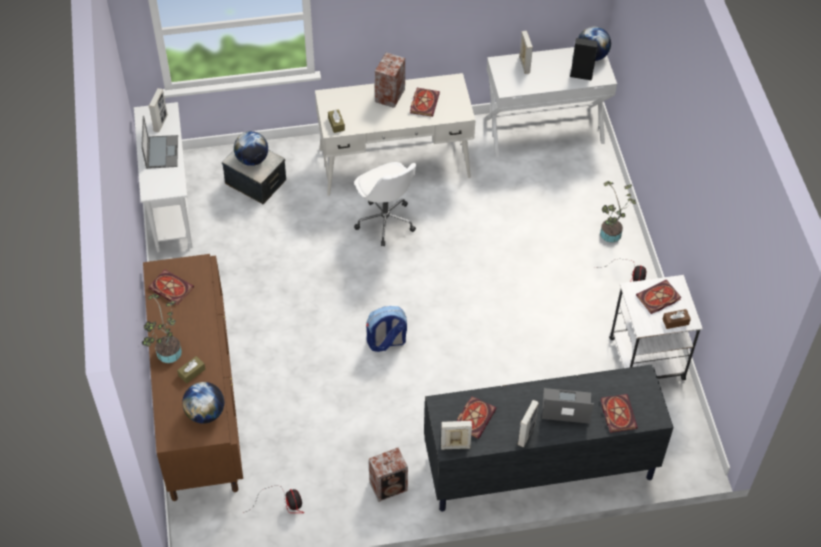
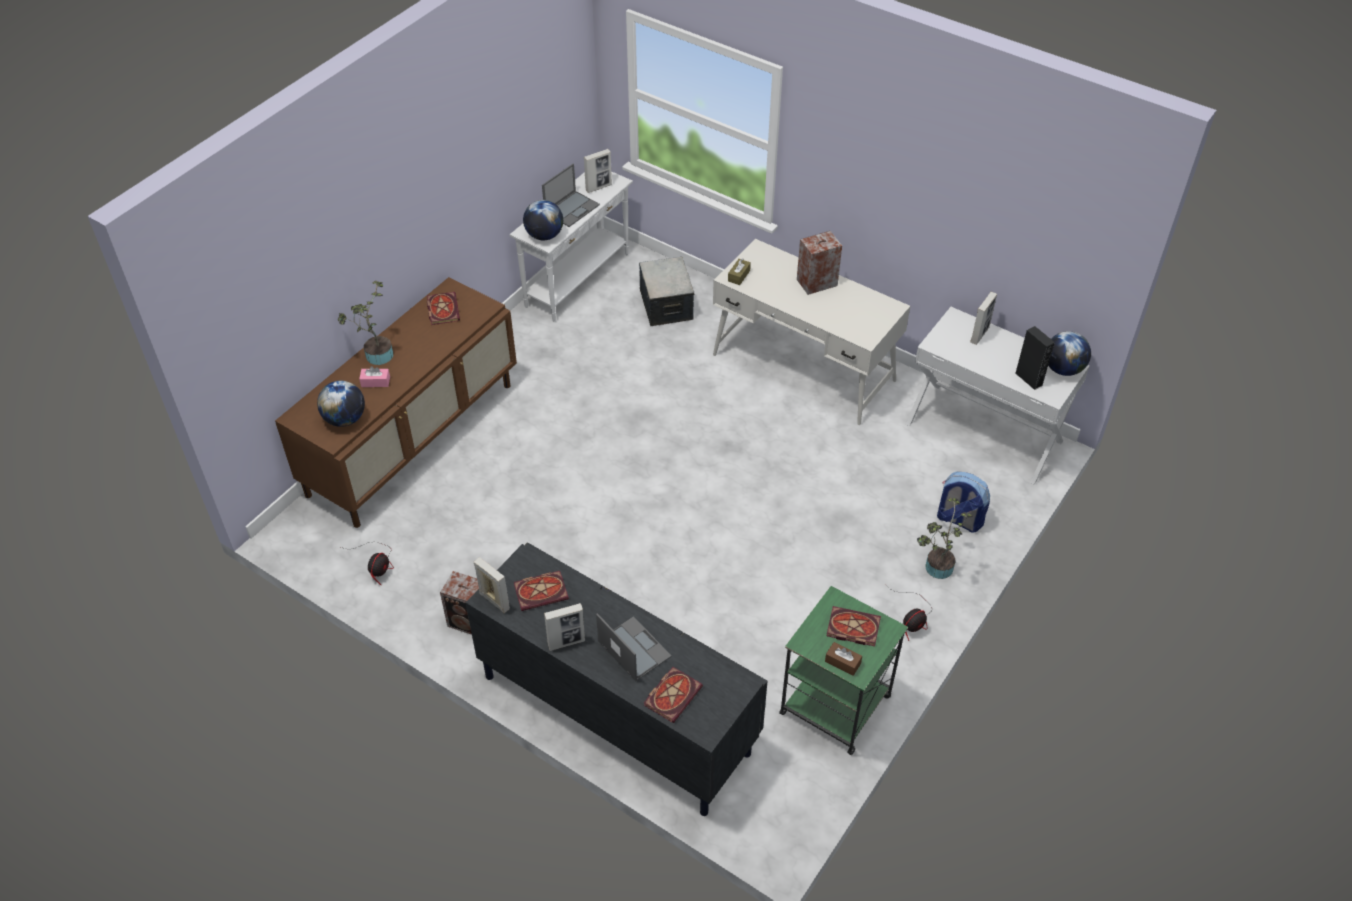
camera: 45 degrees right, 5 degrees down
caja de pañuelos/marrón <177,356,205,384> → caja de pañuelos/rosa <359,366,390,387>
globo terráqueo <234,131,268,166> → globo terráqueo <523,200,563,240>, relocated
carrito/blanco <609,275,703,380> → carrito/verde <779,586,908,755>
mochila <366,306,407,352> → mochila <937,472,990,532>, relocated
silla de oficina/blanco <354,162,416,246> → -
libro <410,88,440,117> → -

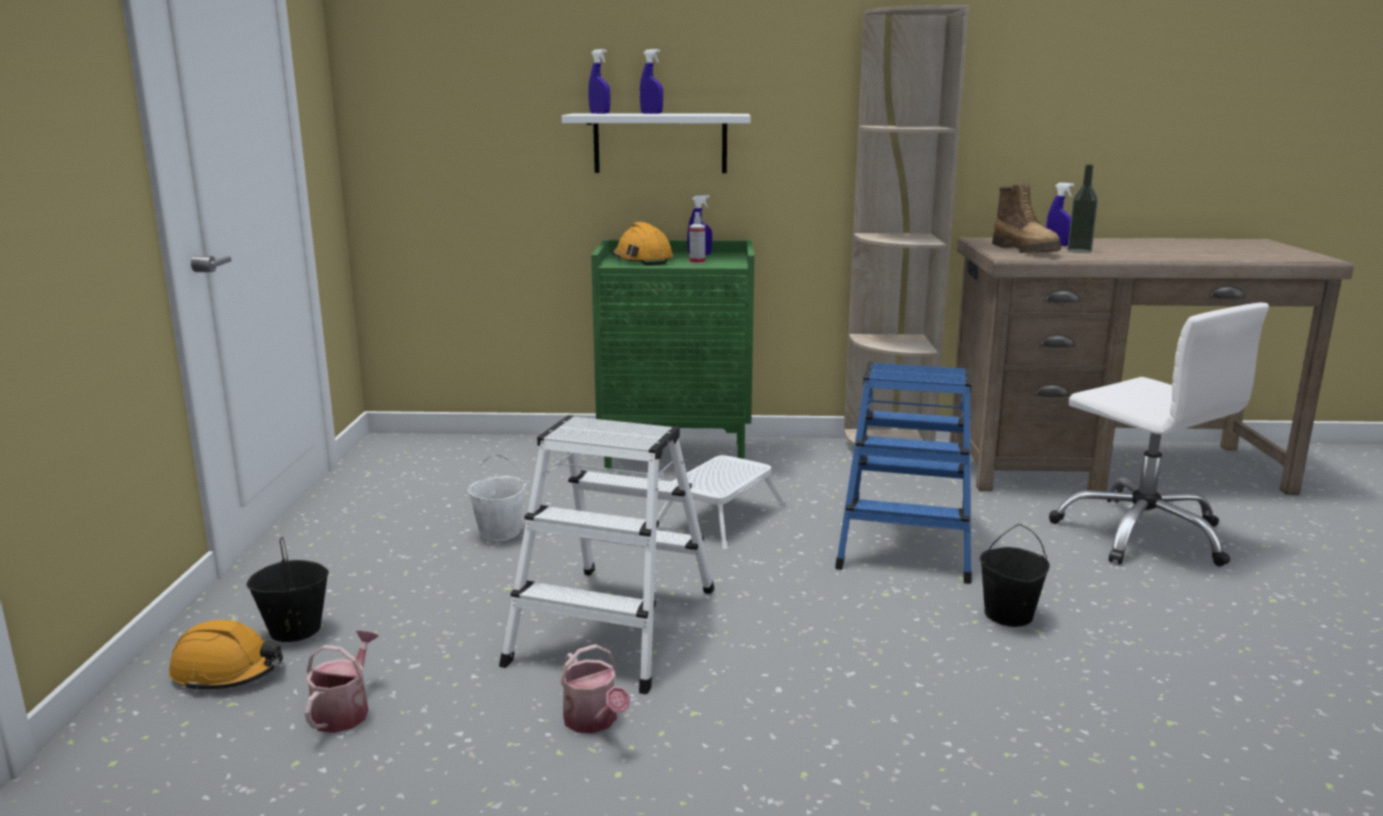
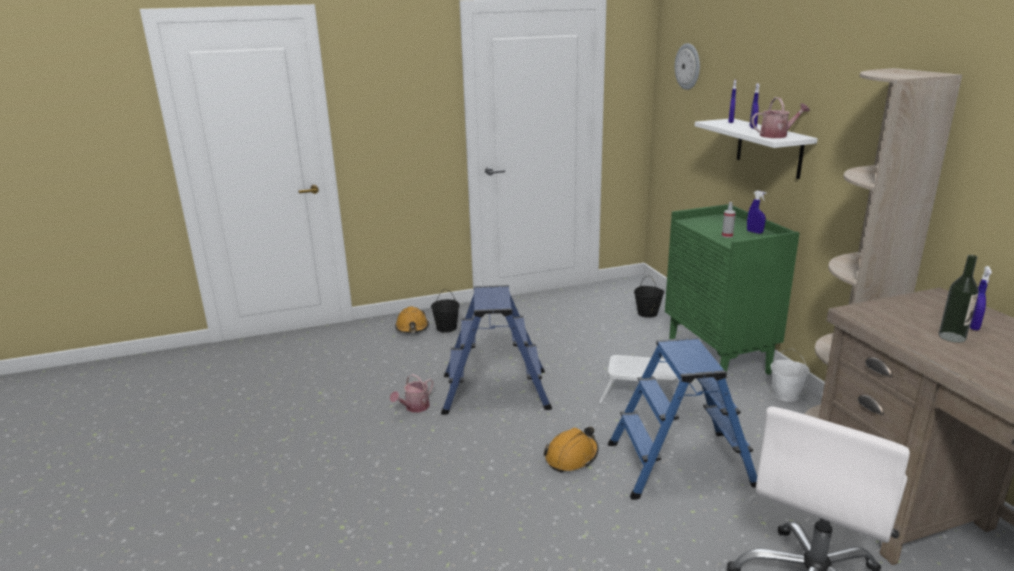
camera: 70 degrees right, 5 degrees up
escalera de tijera/blanco <499,415,714,694> → escalera de tijera/azul <441,285,552,415>
casco/naranja <613,222,673,266> → casco/naranja <544,427,598,472>, relocated
cubo/negro <980,524,1050,627> → cubo/negro <634,275,664,318>, relocated
- → reloj de pared <675,43,700,90>
regadera <304,630,378,733> → regadera <751,97,810,138>, relocated
cubo/blanco <468,454,526,541> → cubo/blanco <771,349,810,402>, relocated
bota <992,184,1061,253> → -

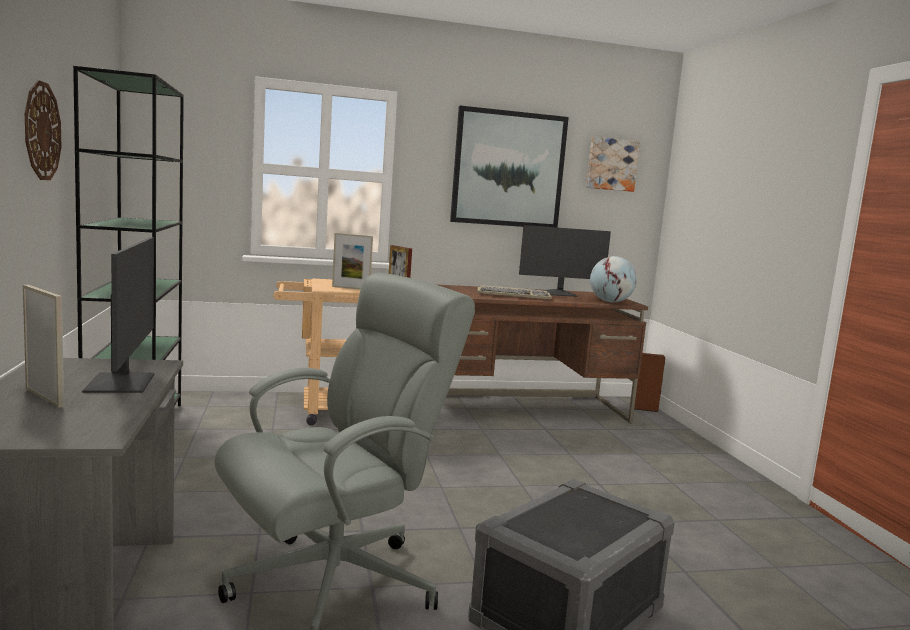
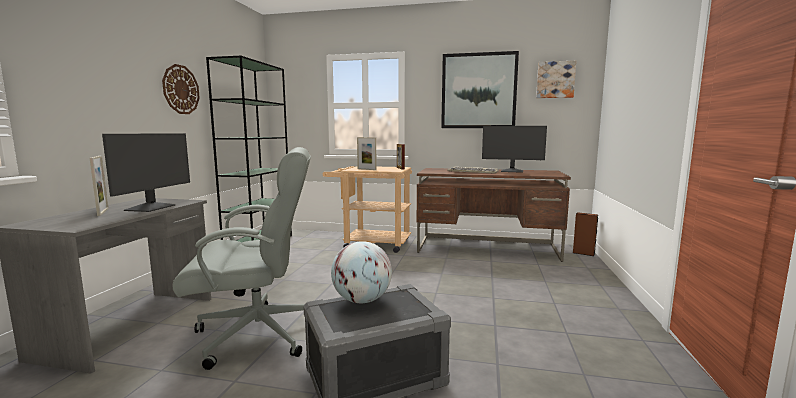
camera: 25 degrees right, 0 degrees up
globo terráqueo <590,256,637,303> → globo terráqueo <331,241,392,303>, relocated

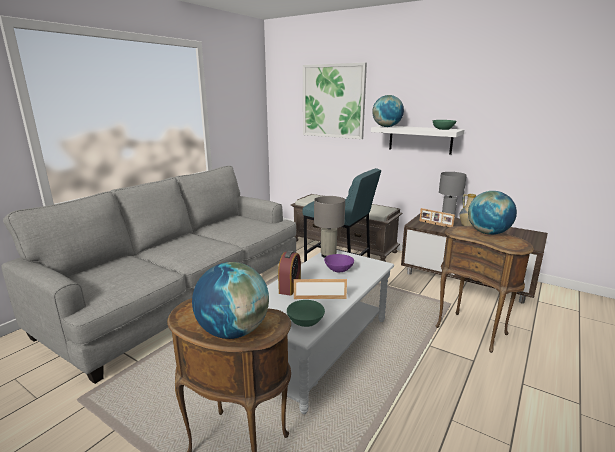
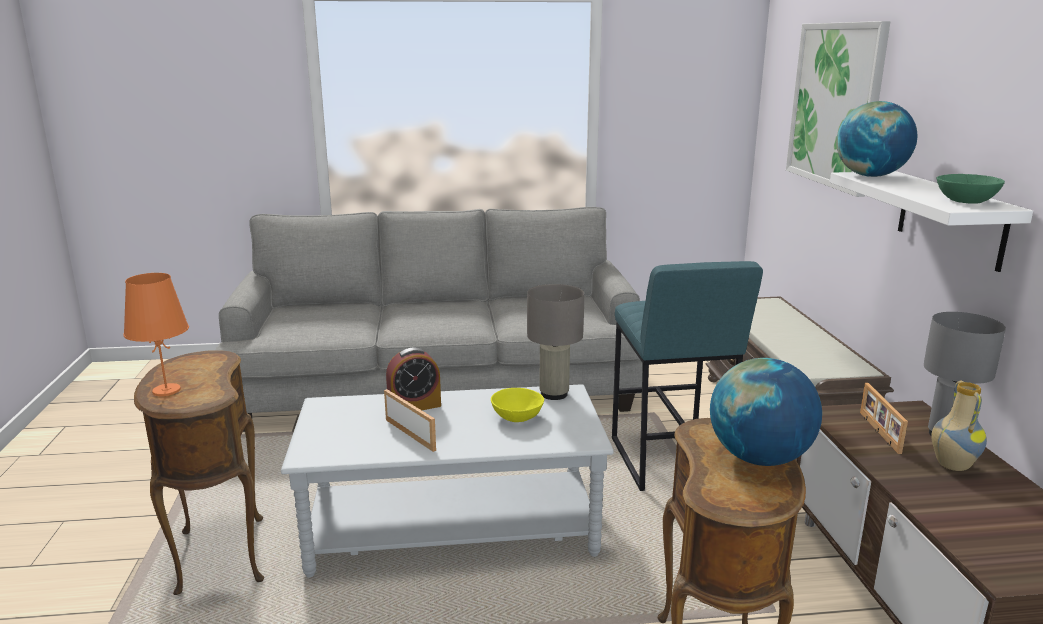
camera: 50 degrees right, 0 degrees up
globo terráqueo <192,262,269,339> → lámpara de mesa/naranja <123,273,189,396>
cuenco/morado <324,254,354,272> → cuenco/amarillo <491,388,544,422>
cuenco/verde <287,300,325,327> → -

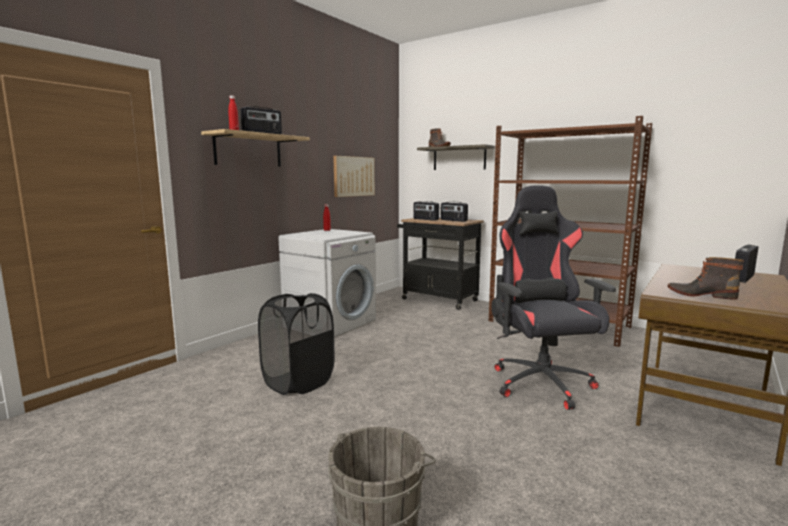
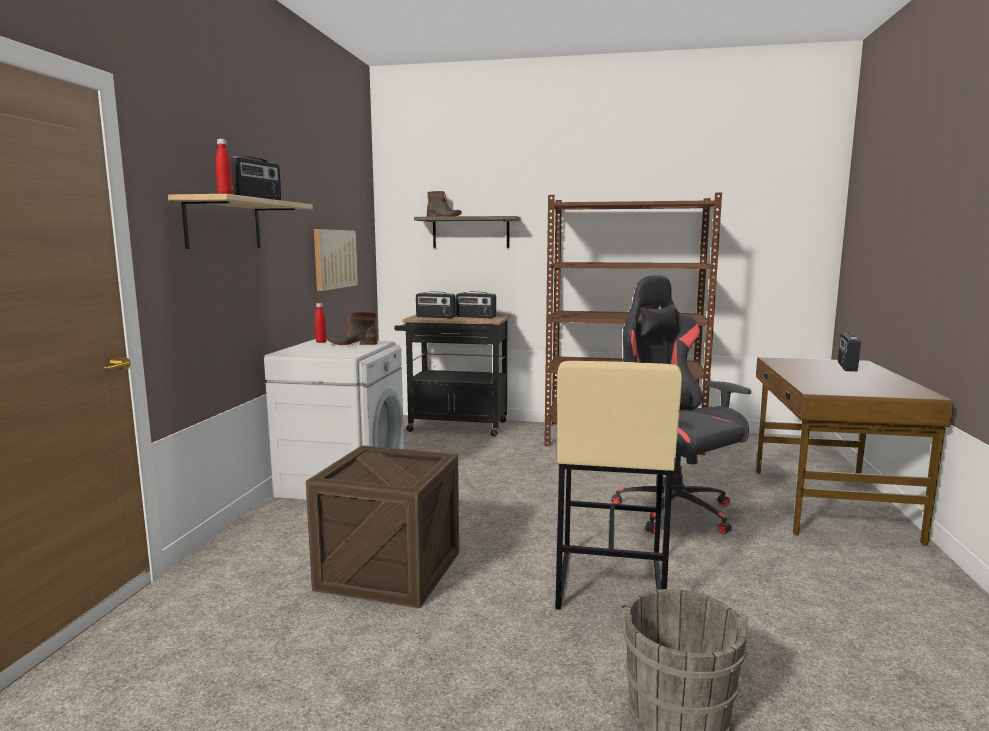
camera: 25 degrees left, 0 degrees up
cesto de la ropa/negro <258,293,335,395> → caja de embalaje <306,445,459,608>
bota <668,257,744,300> → bota <327,312,377,345>, relocated
- → taburete/beis <555,361,682,610>

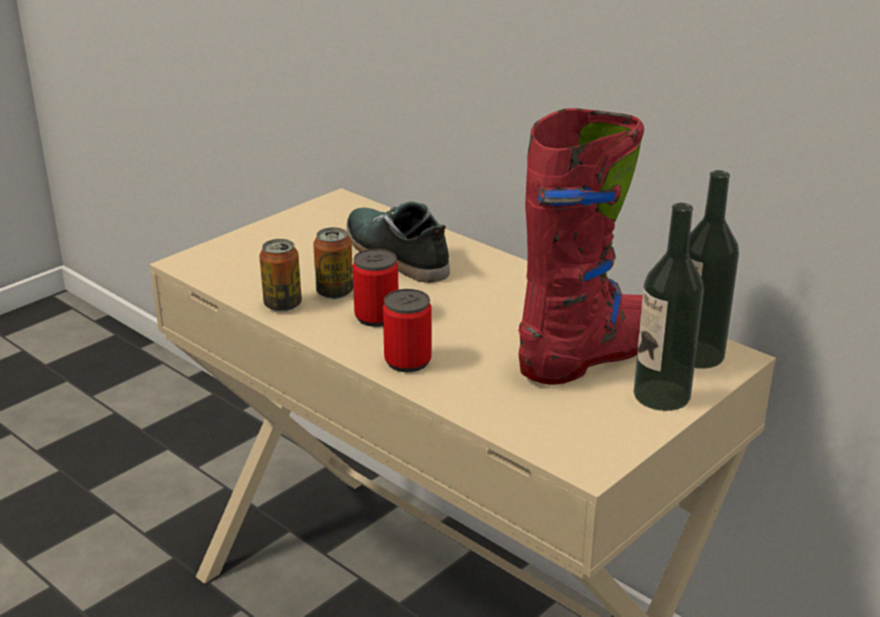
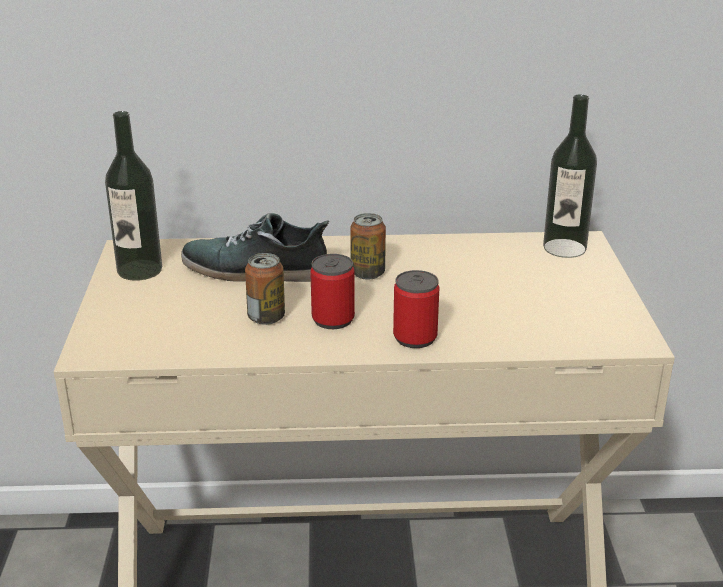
camera: 45 degrees left, 0 degrees up
botella <634,203,704,411> → botella <105,111,162,281>, relocated
lata <259,239,302,312> → lata <350,213,386,280>, relocated
bota/rojo <518,108,644,384> → -

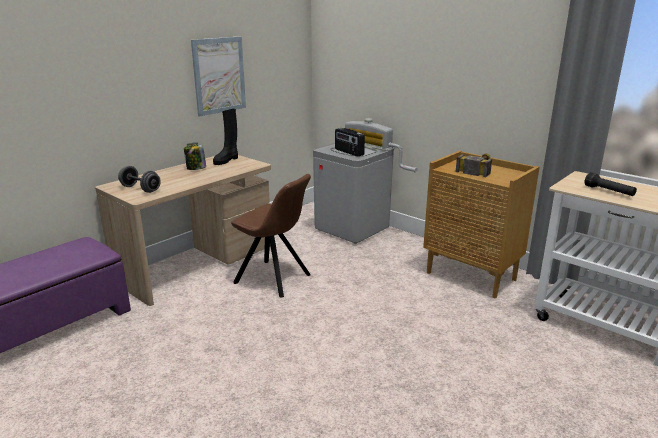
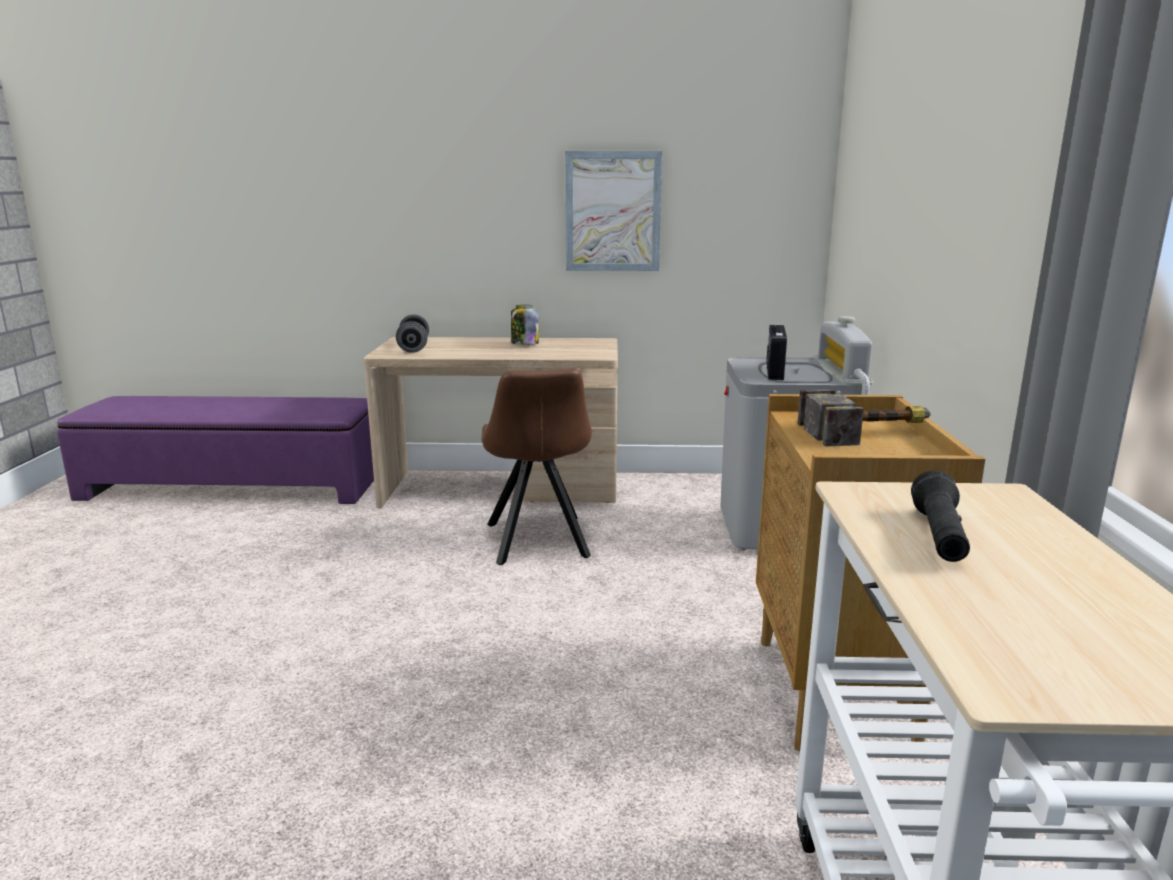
camera: 50 degrees right, 5 degrees down
bota/negro <213,109,238,165> → -

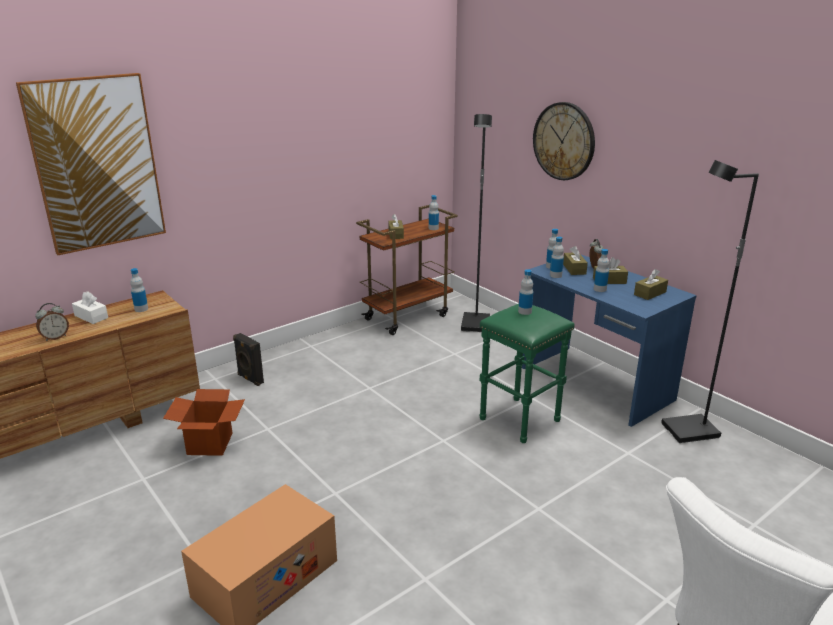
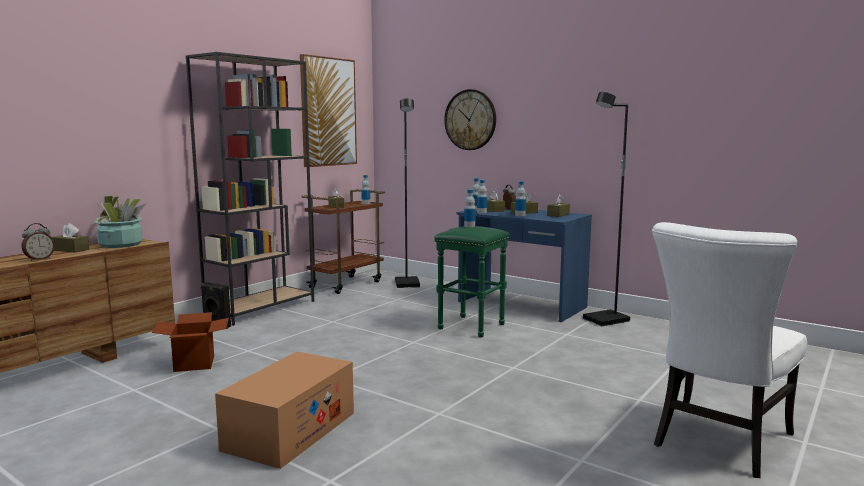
camera: 15 degrees left, 15 degrees down
caja de pañuelos/blanco <72,291,108,324> → caja de pañuelos/marrón <52,223,89,253>
botella <130,268,148,312> → planta en maceta <94,196,145,248>
- → estantería <186,52,314,326>
cuadro <16,73,166,255> → cuadro <300,54,357,167>, relocated

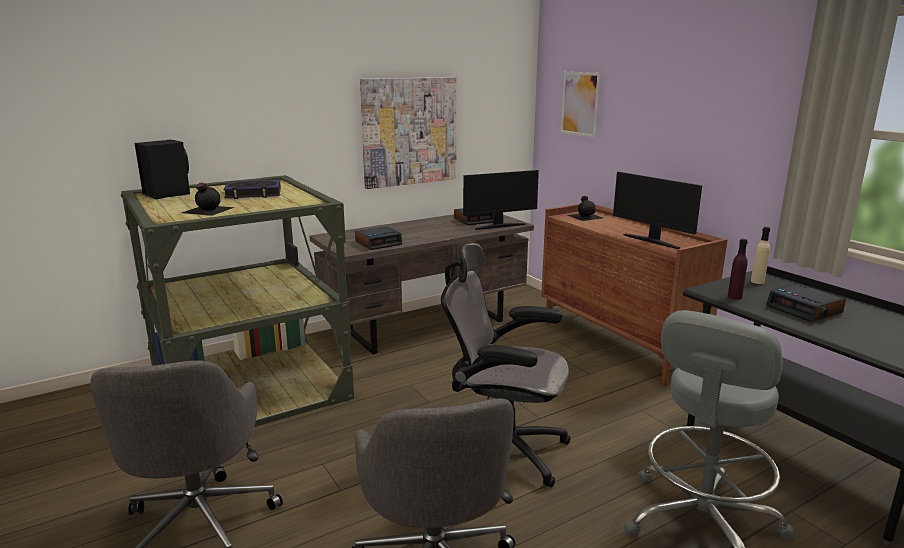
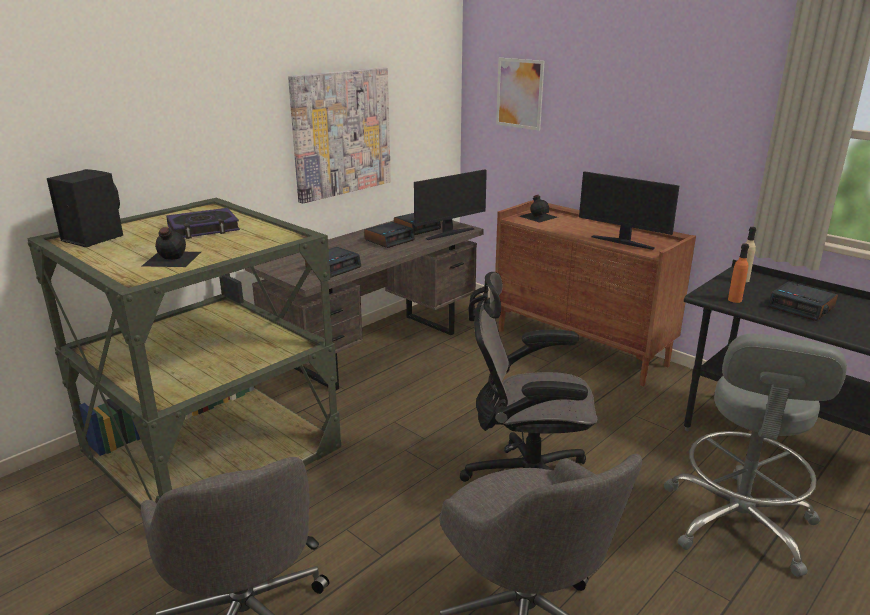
camera: 15 degrees left, 5 degrees up
- → despertador <364,222,415,248>
botella/morado <728,239,748,300> → botella/naranja <728,243,749,303>

